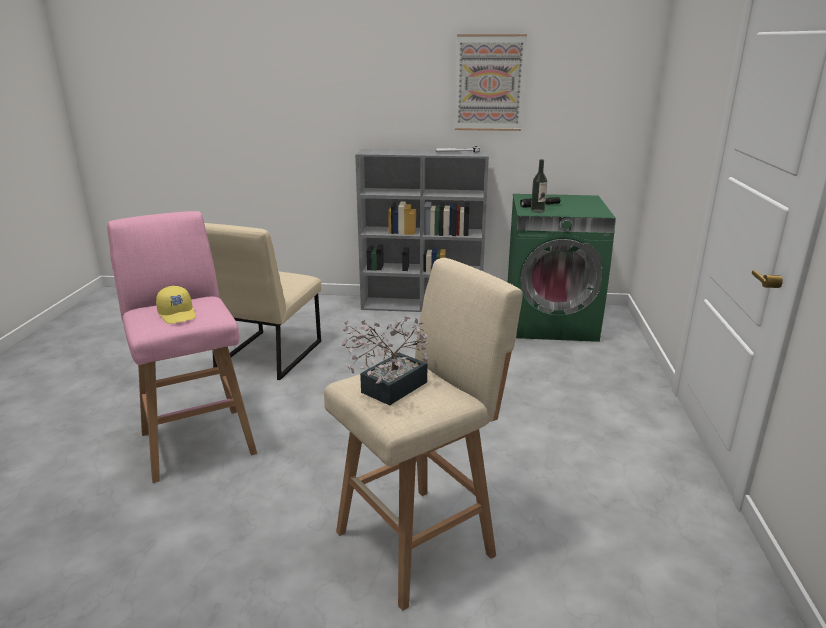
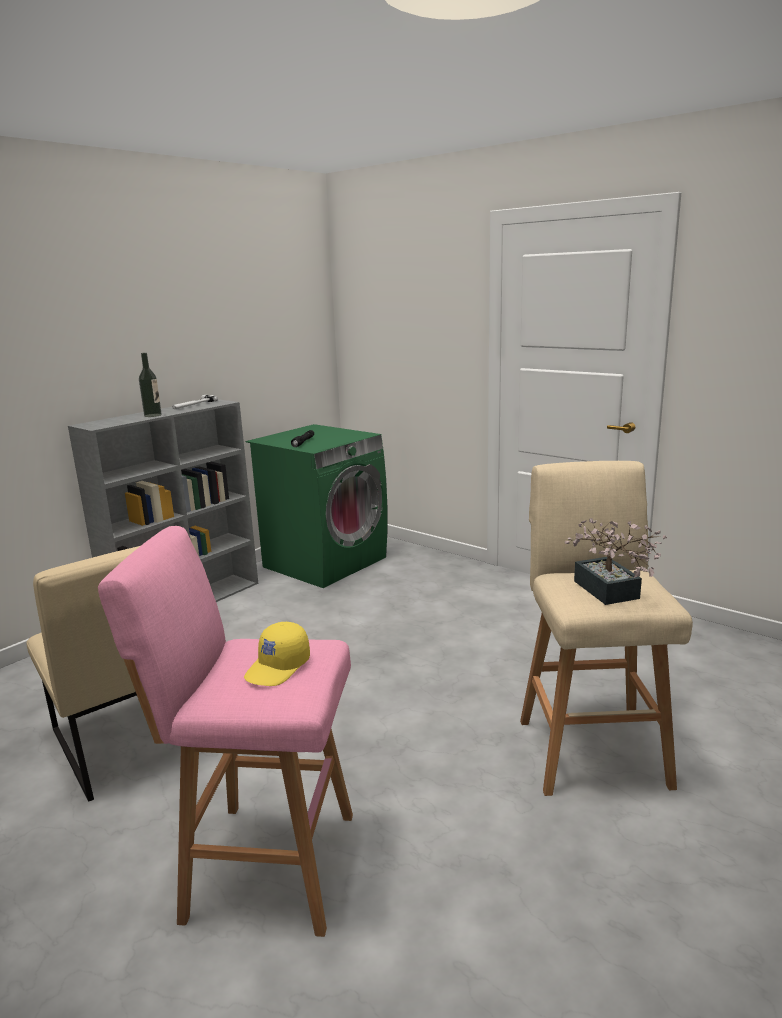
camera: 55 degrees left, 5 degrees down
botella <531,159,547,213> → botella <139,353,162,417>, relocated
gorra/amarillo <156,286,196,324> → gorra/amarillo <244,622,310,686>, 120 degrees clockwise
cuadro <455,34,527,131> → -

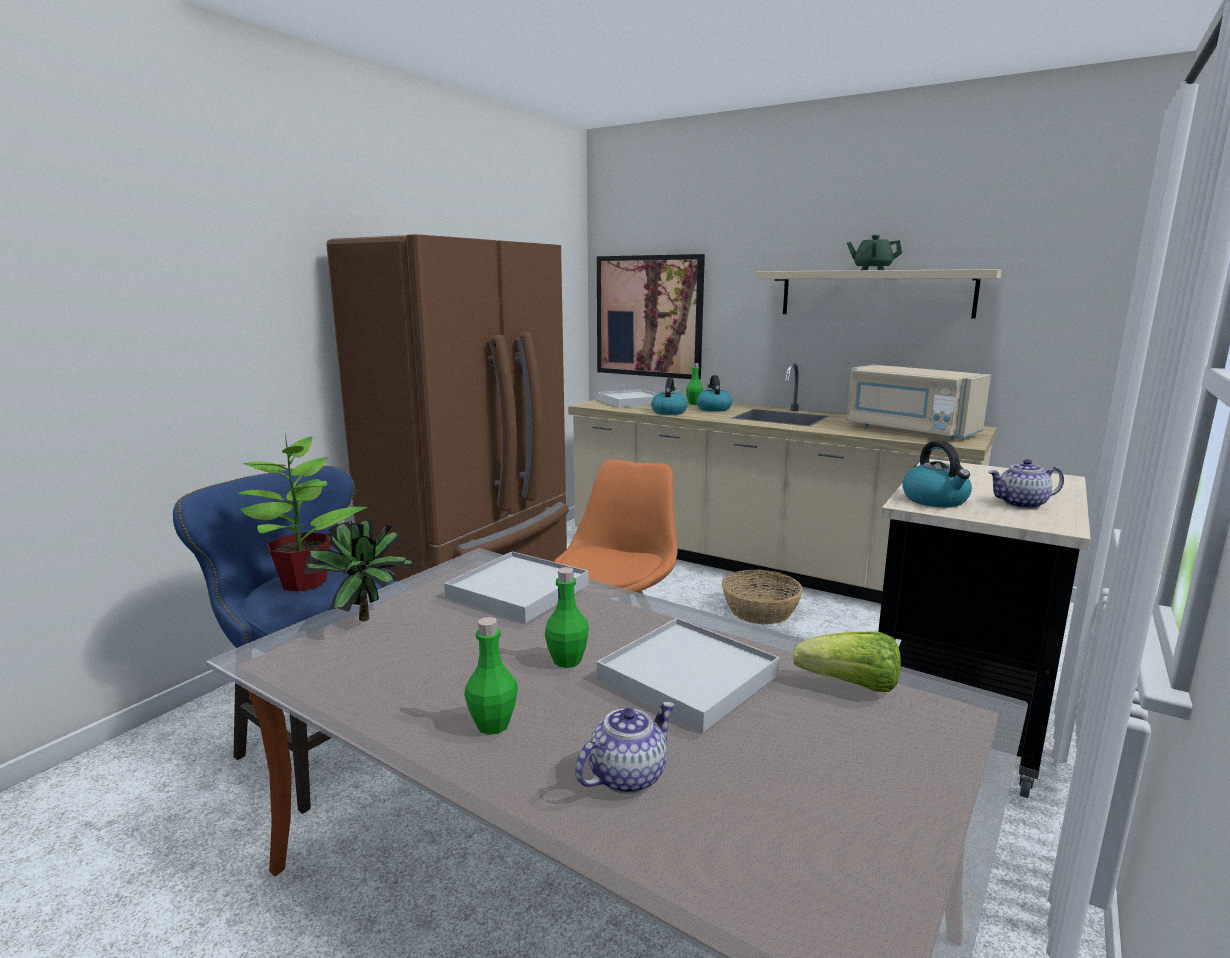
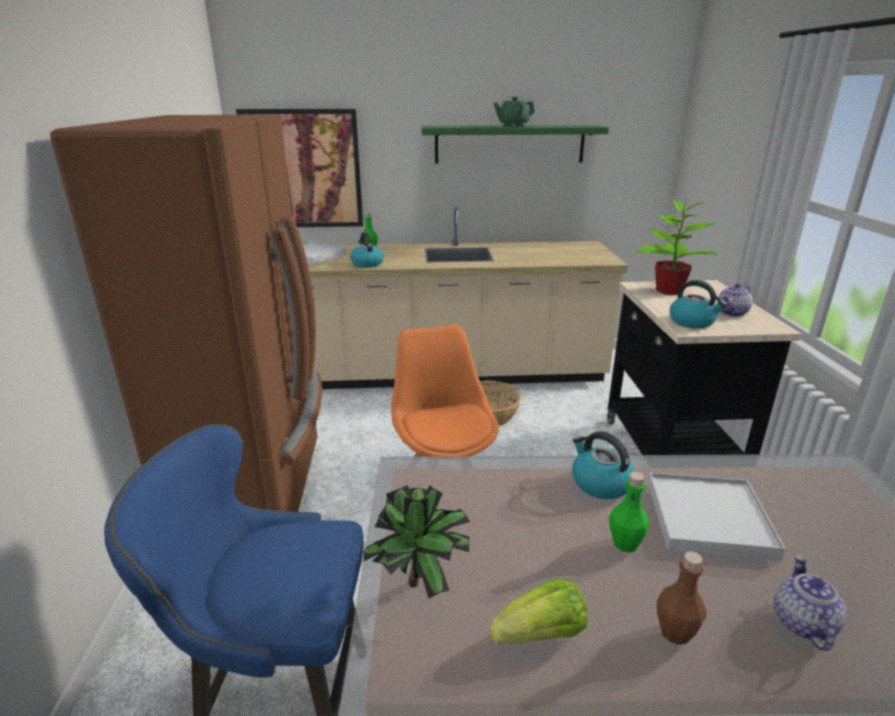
camera: 35 degrees left, 10 degrees up
estante/beis <757,269,1002,319> → estante/verde <421,125,609,164>
lechuga <793,632,901,692> → lechuga <490,579,588,644>, relocated
hervidor <696,375,732,412> → hervidor <572,431,635,499>, relocated
planta en maceta <238,435,368,592> → planta en maceta <636,197,717,295>, relocated
botella/verde <464,617,518,735> → botella/marrón <657,551,706,645>
bandeja/blanco <444,551,589,623> → -
microondas/beis <846,365,991,440> → -

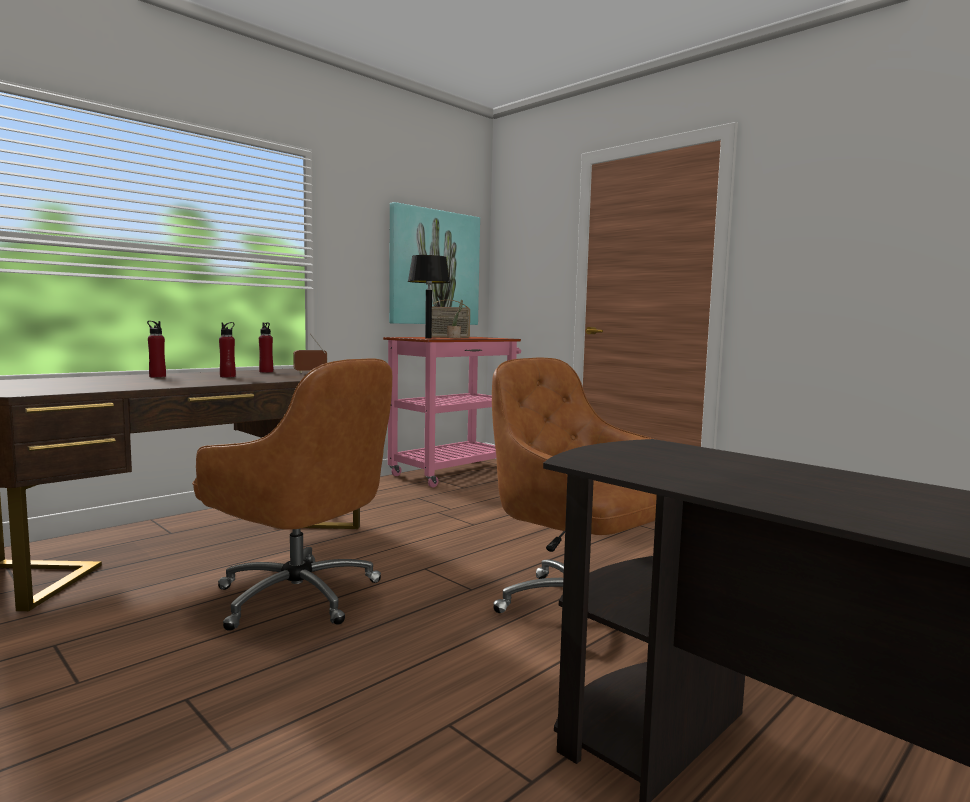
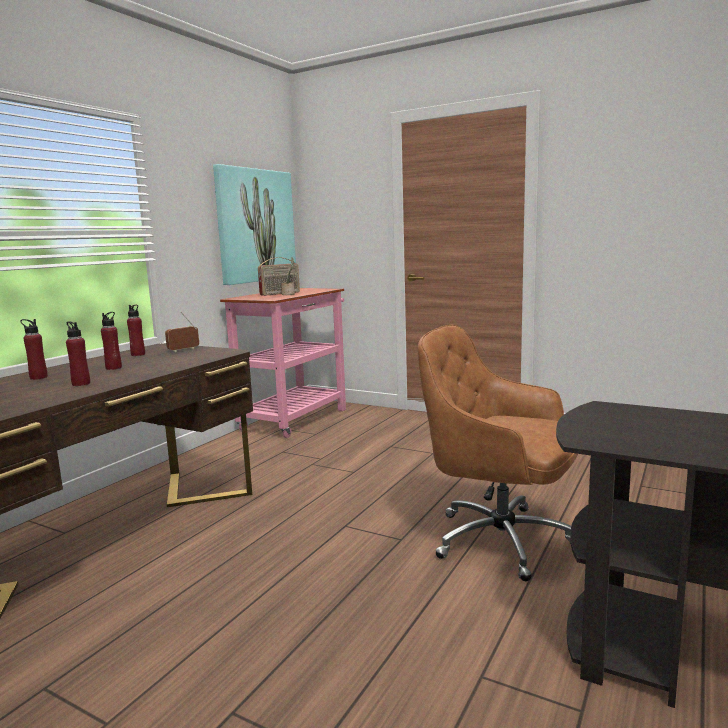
camera: 15 degrees left, 5 degrees up
- → botella/rojo <66,321,90,386>
silla de oficina/marrón <192,358,392,631> → -
lámpara de mesa/negro <408,255,450,339> → -

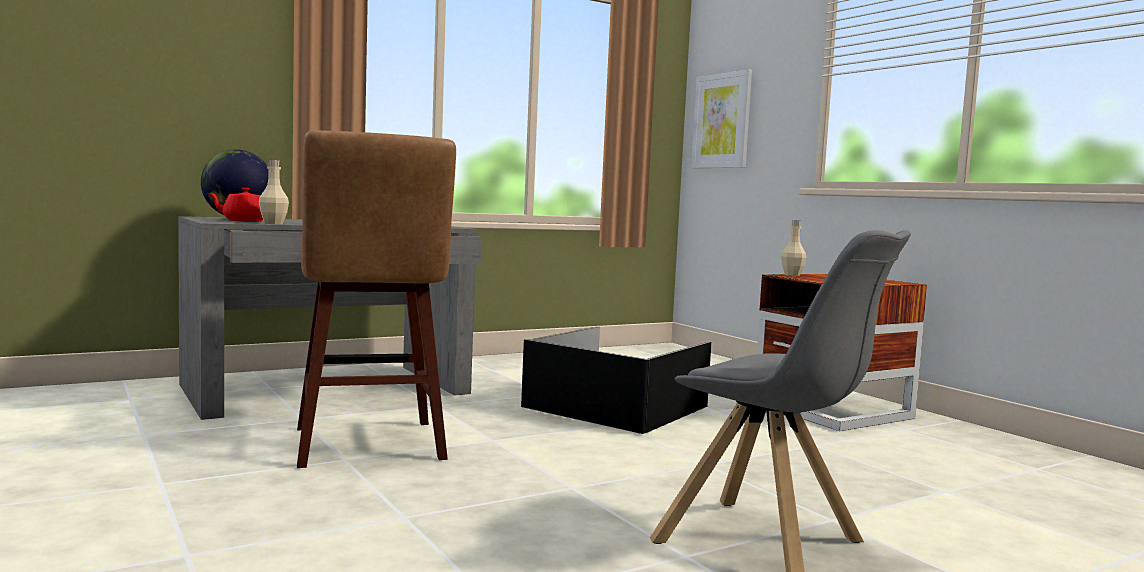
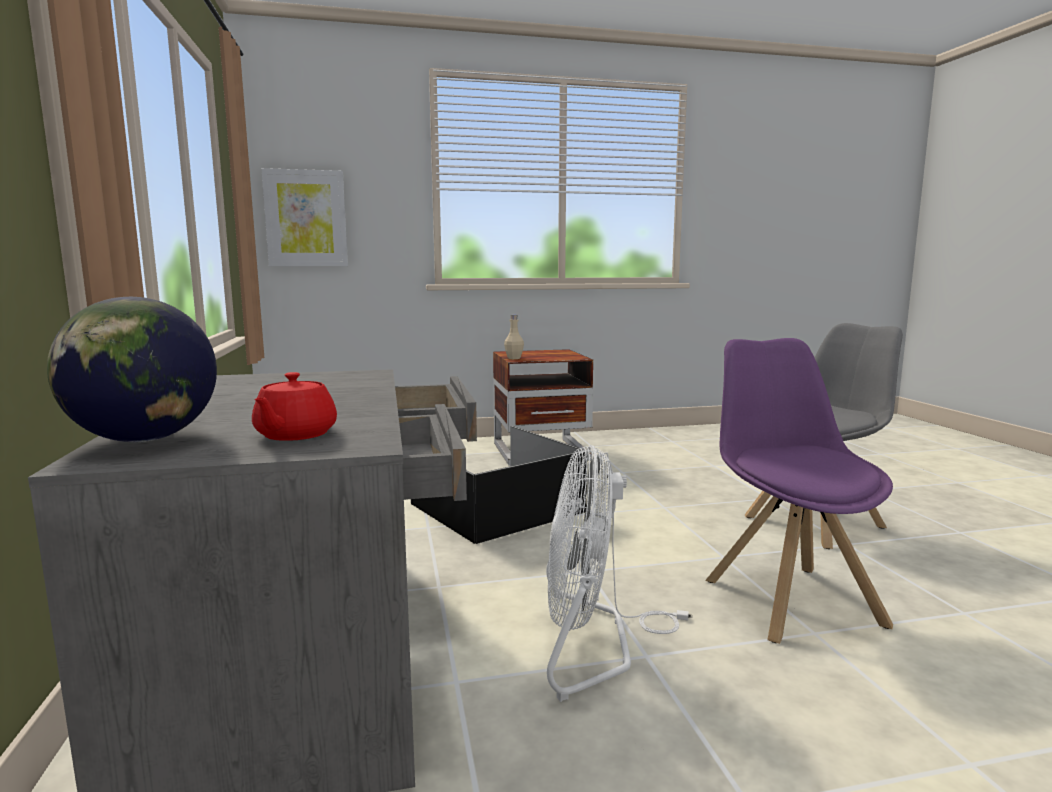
camera: 70 degrees left, 5 degrees up
taburete/marrón <297,130,456,468> → ventilador/blanco <546,445,692,702>
- → silla/morado <705,338,893,644>
botella/beis <259,160,289,224> → -

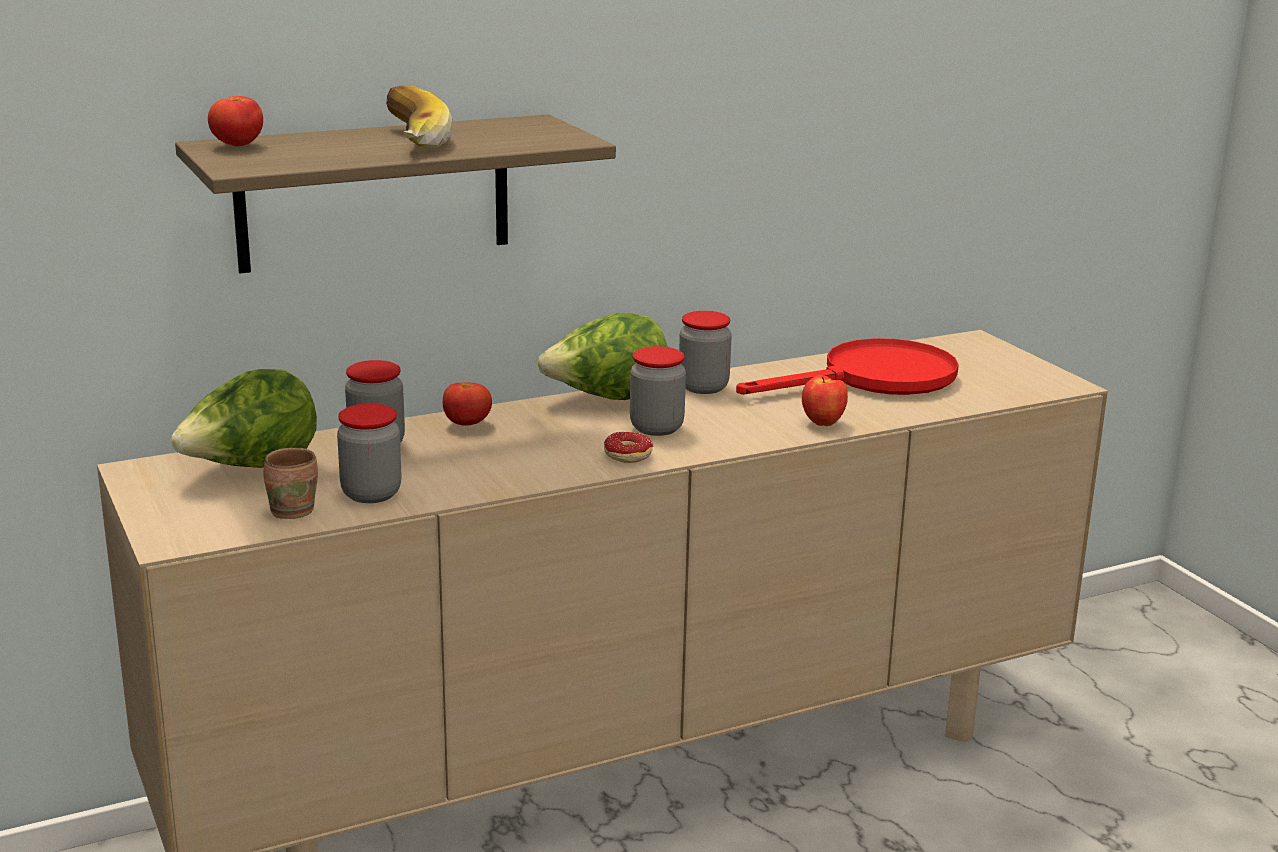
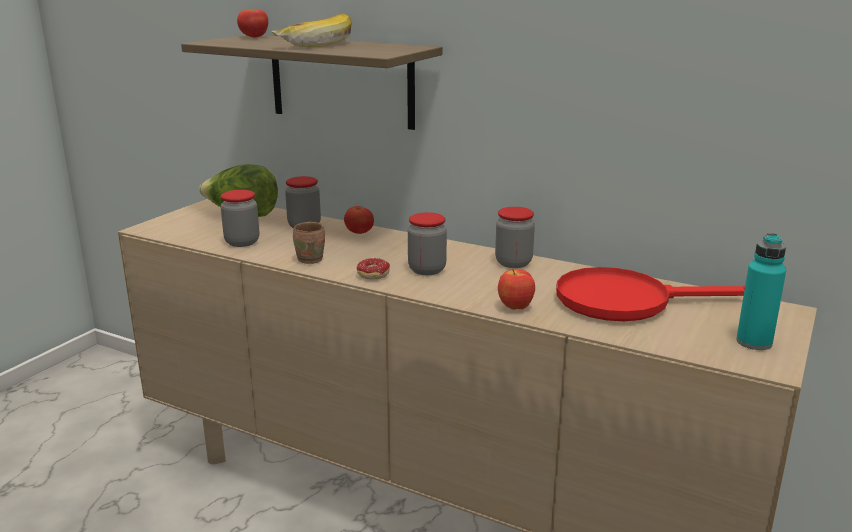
camera: 55 degrees right, 0 degrees up
taza grande/marrón <264,448,318,519> → taza grande/marrón <293,222,325,264>, relocated
sartén/rojo <736,338,959,395> → sartén/rojo <556,267,745,321>, 150 degrees clockwise
- → botella/turquesa <736,233,786,350>
lechuga <538,313,667,400> → -

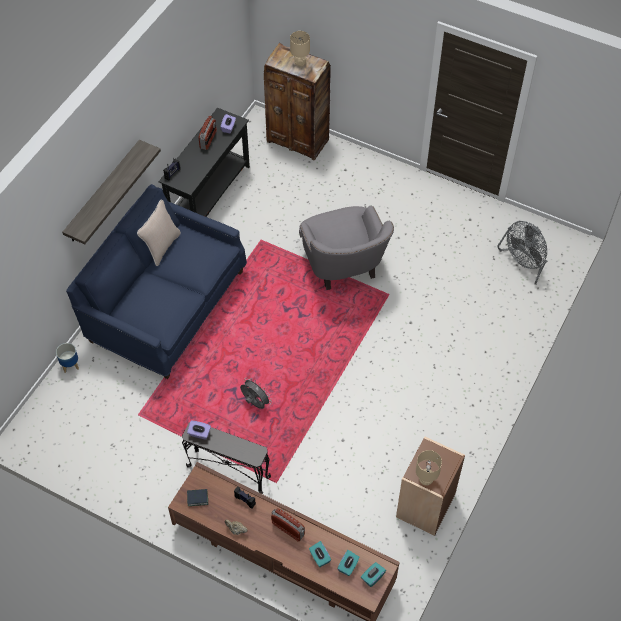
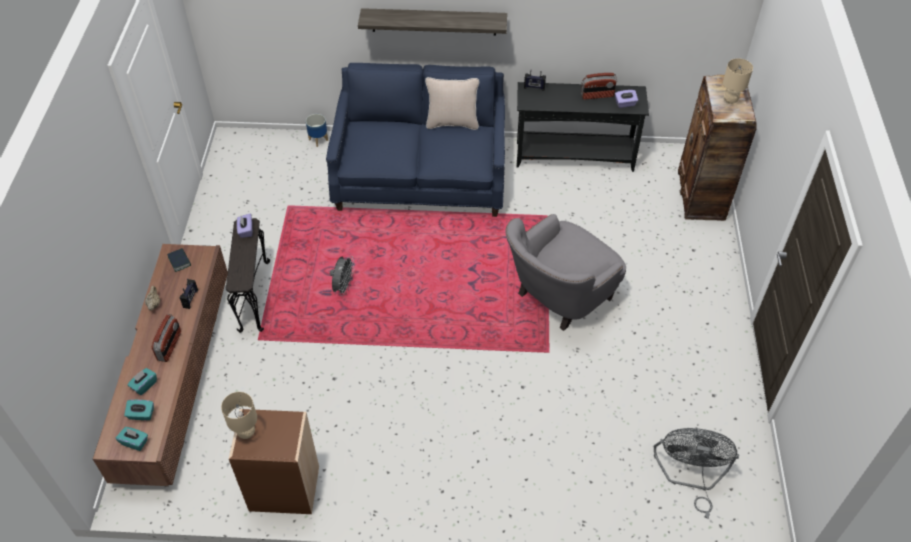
camera: 65 degrees right, 5 degrees down
ventilador/gris <497,221,547,285> → ventilador/gris <654,428,739,519>, 75 degrees clockwise

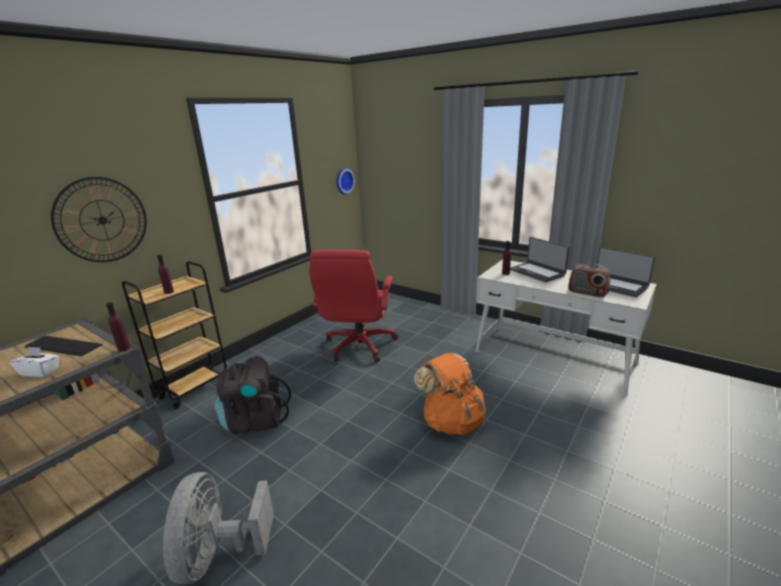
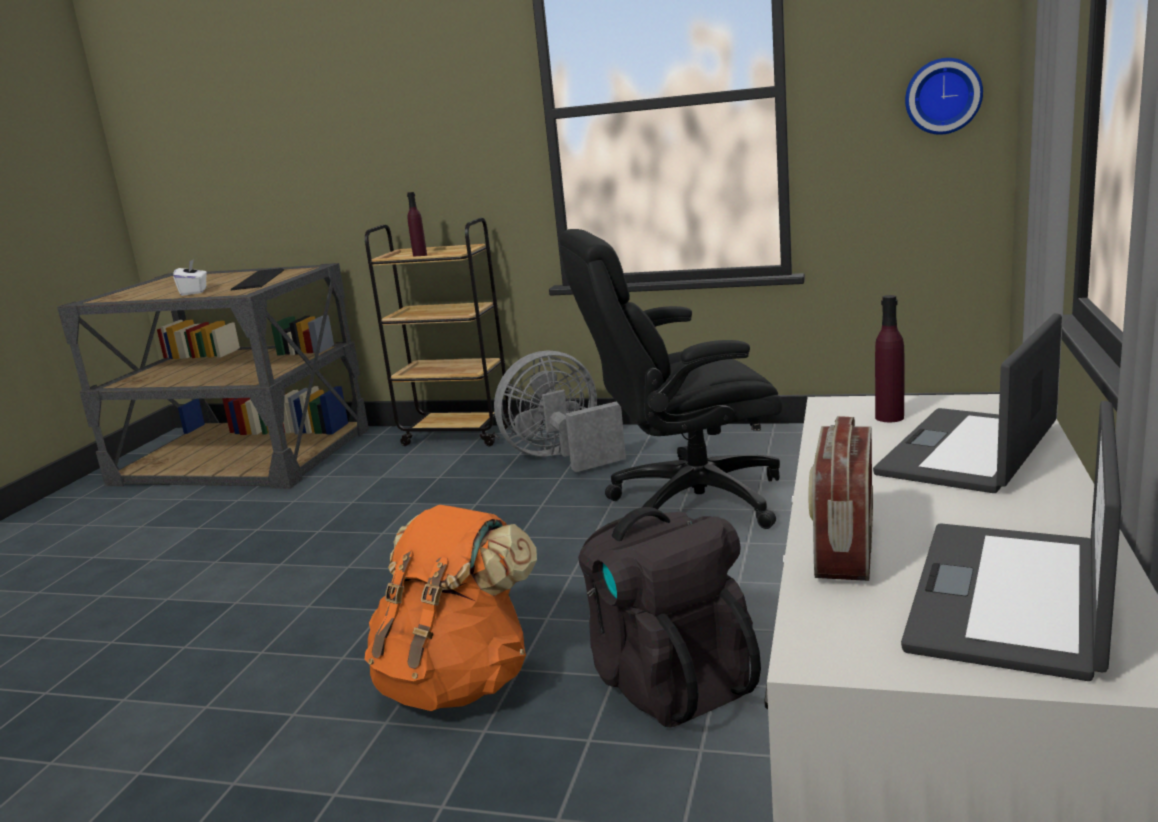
camera: 70 degrees right, 5 degrees down
ventilador/gris <163,472,274,584> → ventilador/gris <494,350,626,472>, relocated
silla de oficina/rojo <309,250,398,362> → silla de oficina/negro <560,229,782,529>
mochila/negro <214,356,291,434> → mochila/negro <578,507,761,727>, relocated
reloj de pared <51,177,147,262> → -
botella/morado <106,302,130,352> → -

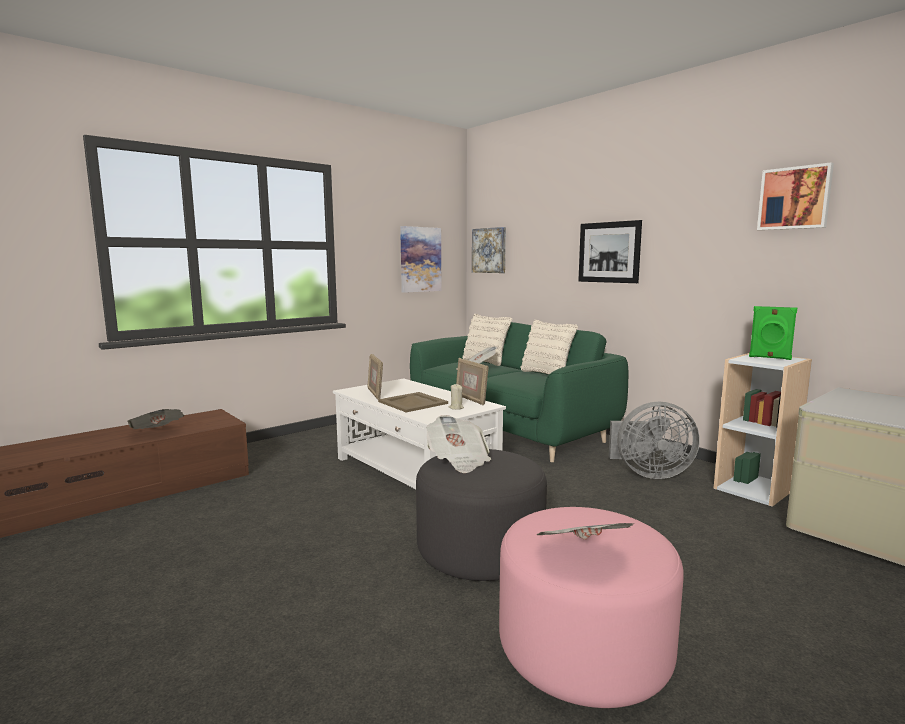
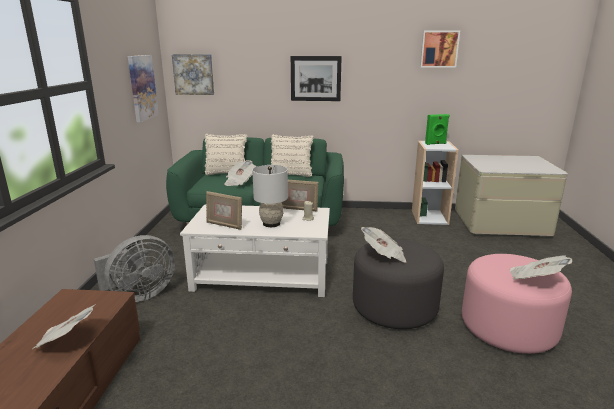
camera: 45 degrees left, 10 degrees up
ventilador/gris <609,401,700,479> → ventilador/gris <94,235,175,302>, relocated
bandeja/beis <378,392,448,412> → lámpara de mesa/blanco <252,165,288,227>

